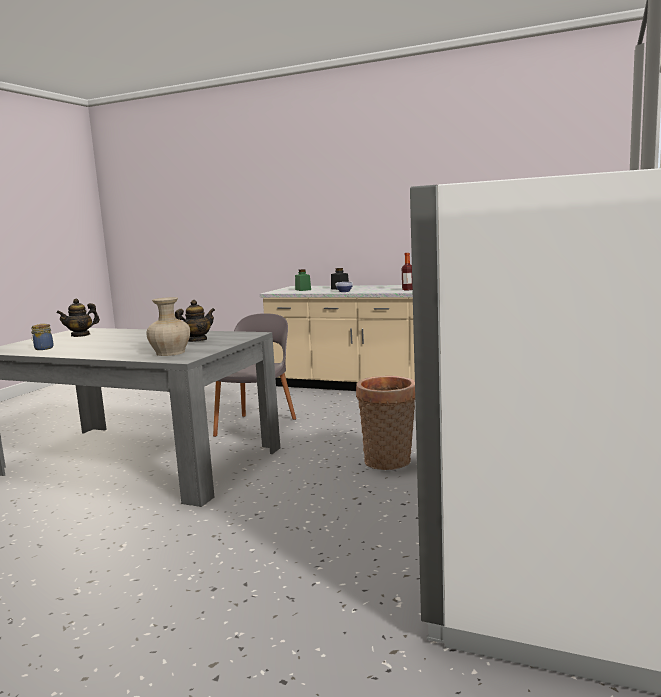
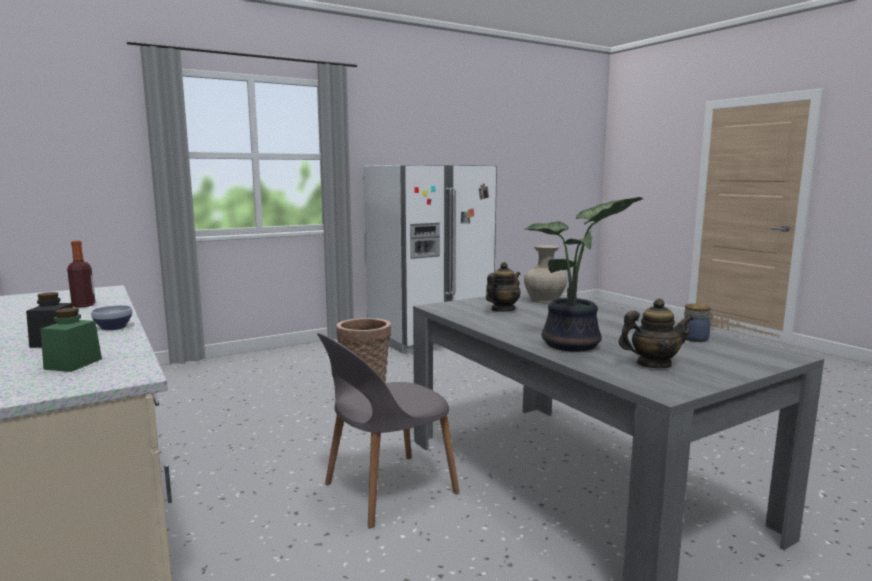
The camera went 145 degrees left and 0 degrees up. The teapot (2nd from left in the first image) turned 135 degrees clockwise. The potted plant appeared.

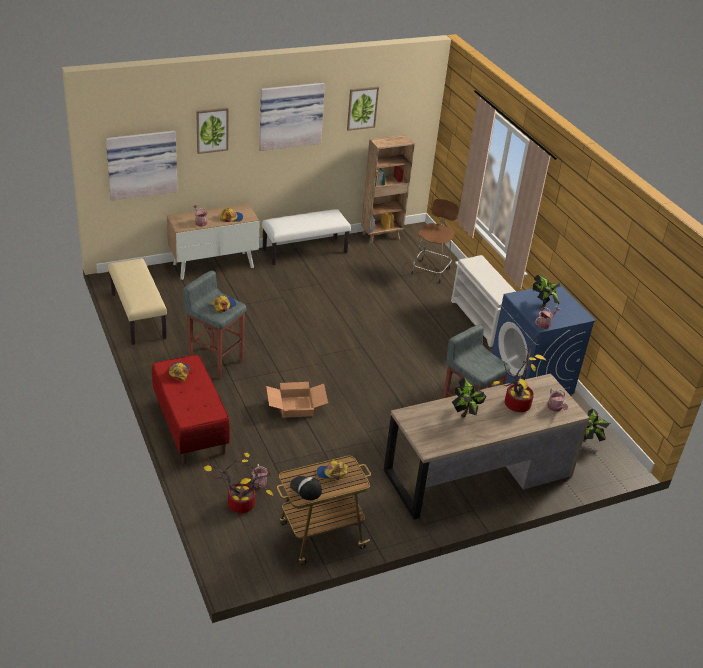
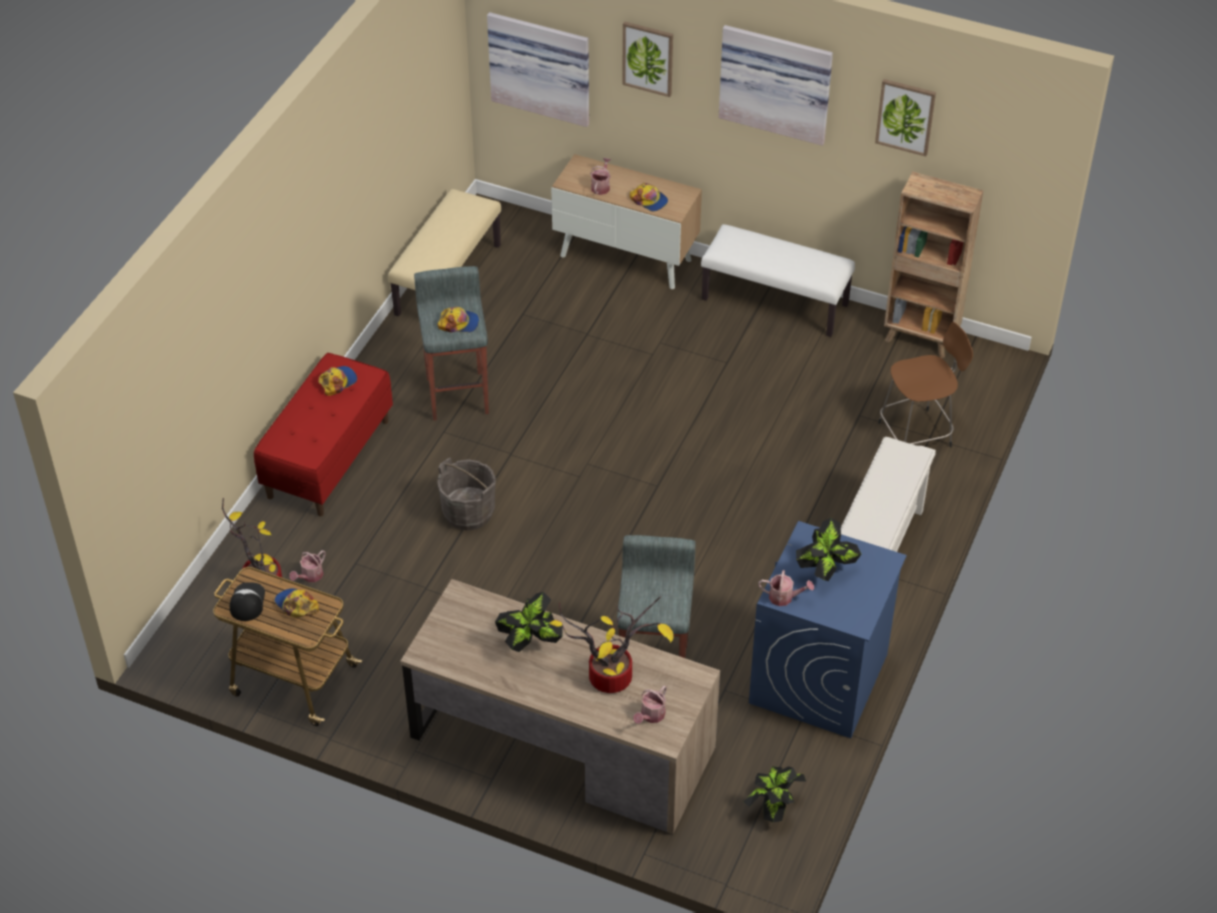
The camera went 50 degrees right and 10 degrees up. The cardboard box was replaced by the bucket (grey).

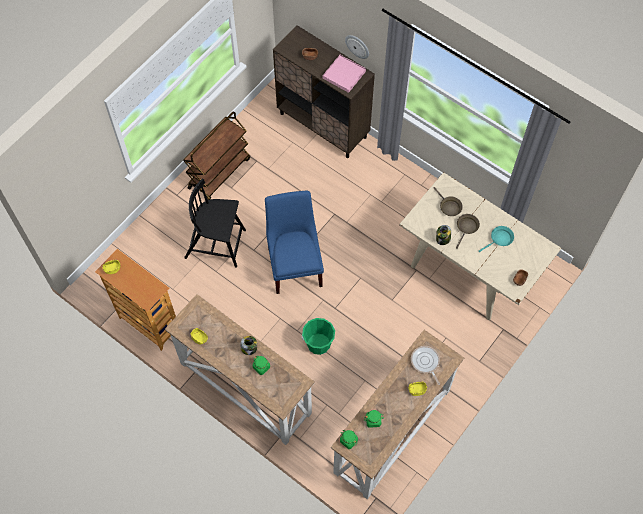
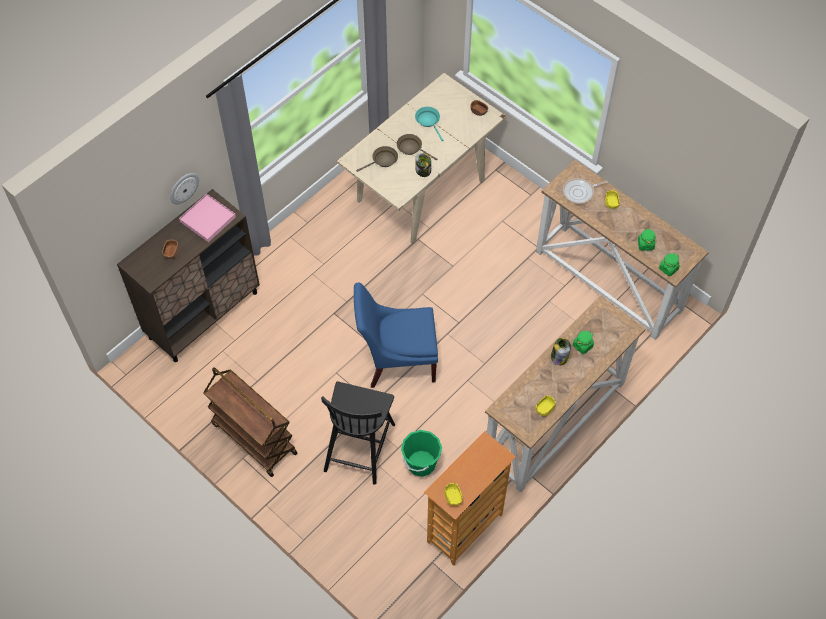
The camera went 85 degrees left and 5 degrees down. The bucket (green) moved.

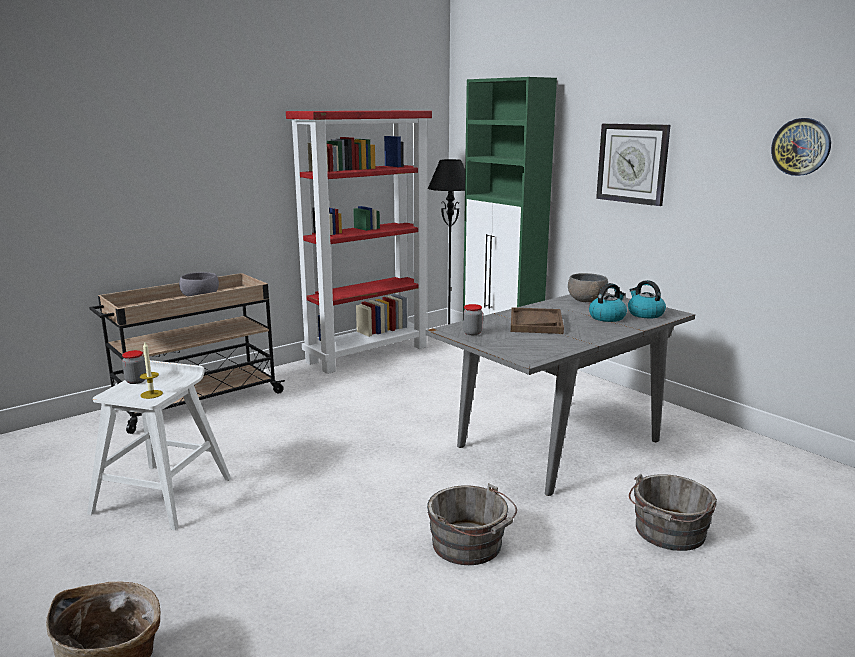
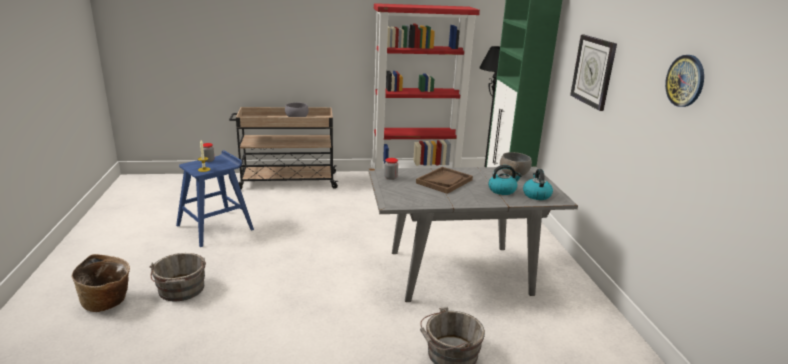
The camera went 30 degrees right and 5 degrees up. The stool (white) became the stool (blue). The bucket (grey) (1st from left) moved.

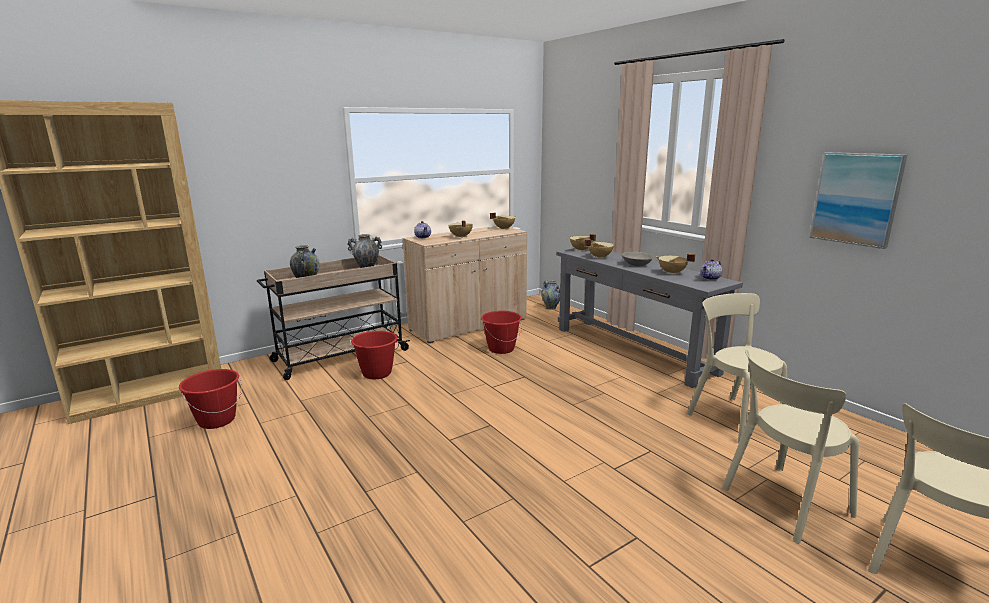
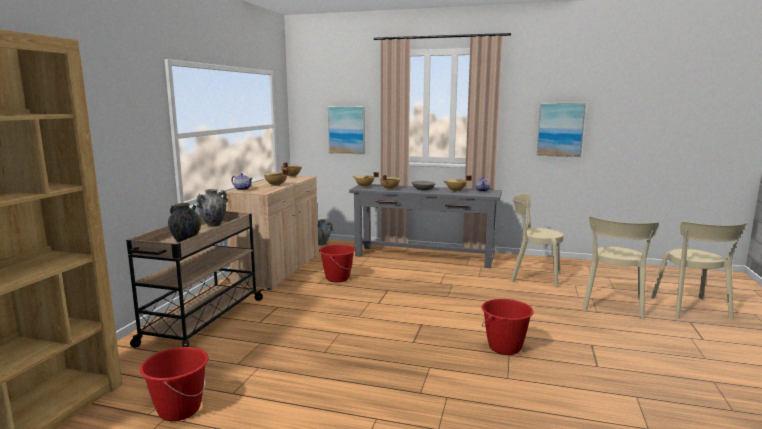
The camera went 40 degrees left and 5 degrees down. The bucket (red) (2nd from left in the first image) moved. The picture (1st from left) appeared.

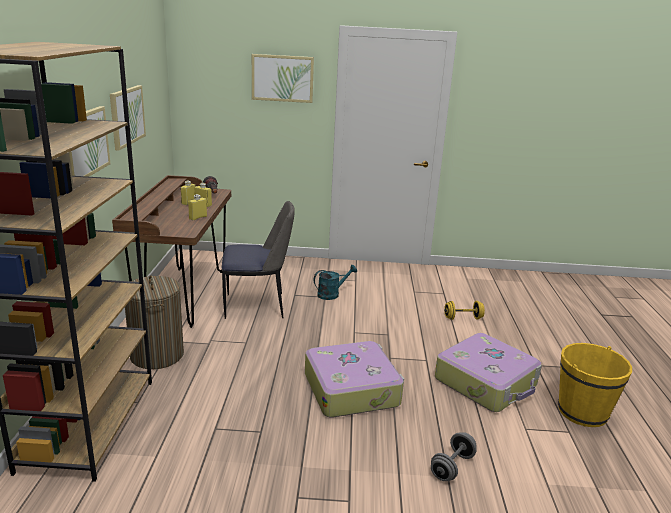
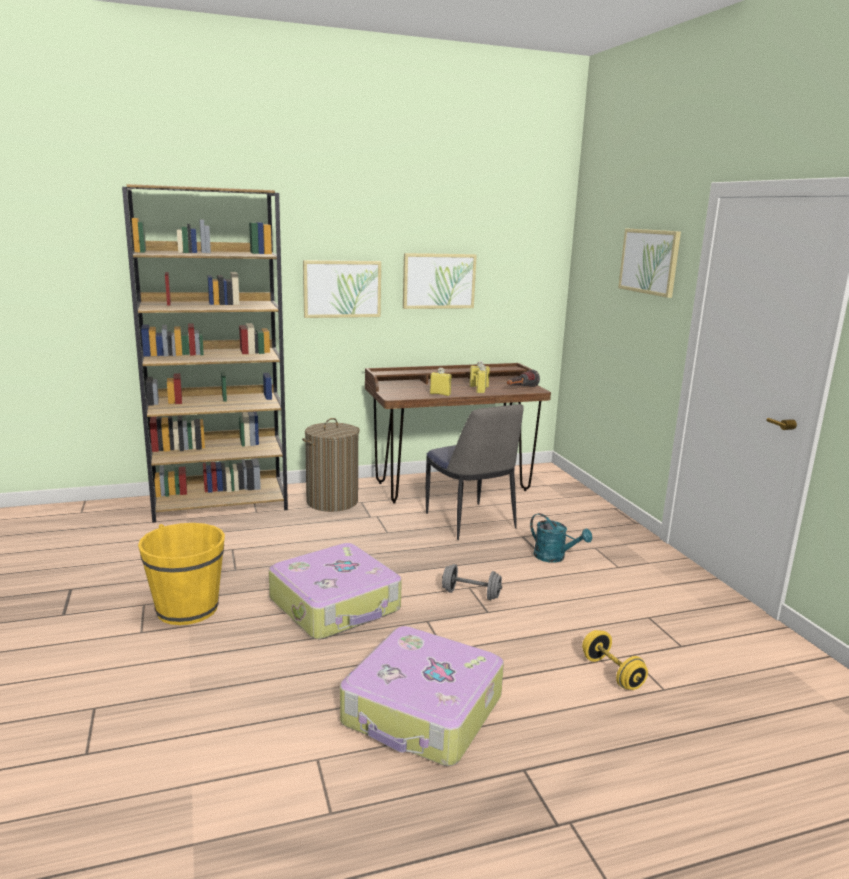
The camera went 70 degrees right and 5 degrees down. The bucket (yellow) moved. The dumbbell (grey) moved.

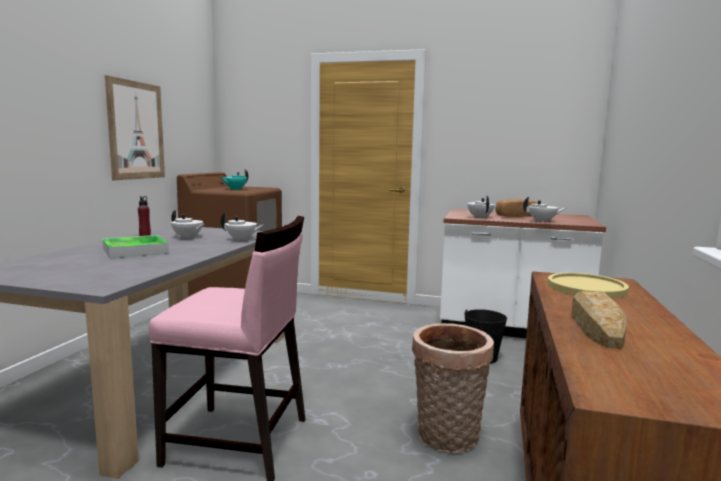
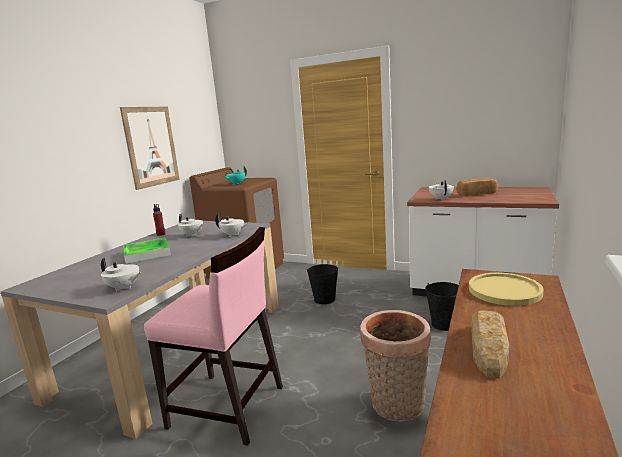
The camera went 10 degrees right and 5 degrees up. The teapot (white) (4th from left in the first image) moved. The bucket (black) (1st from left) appeared.

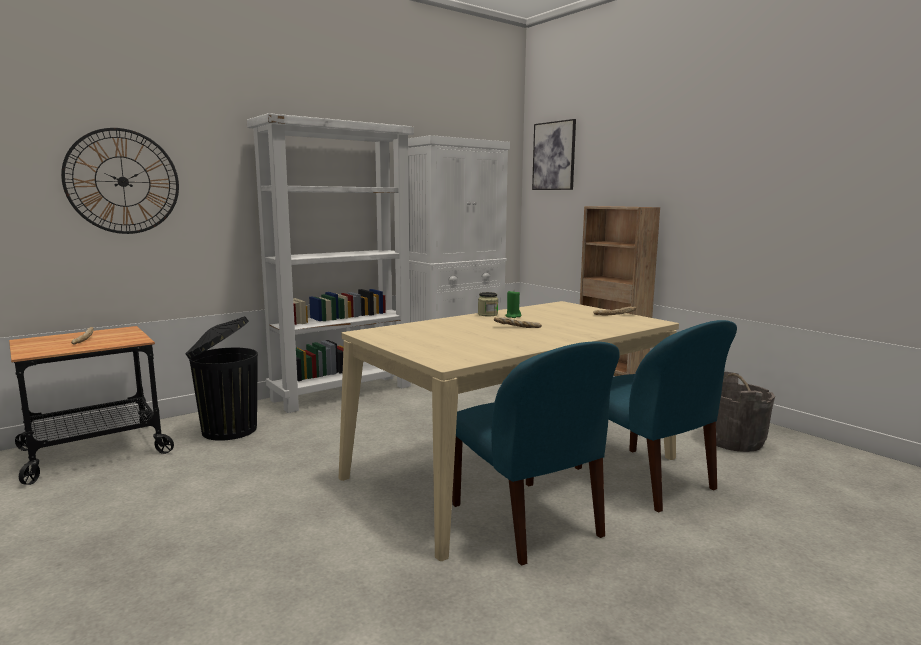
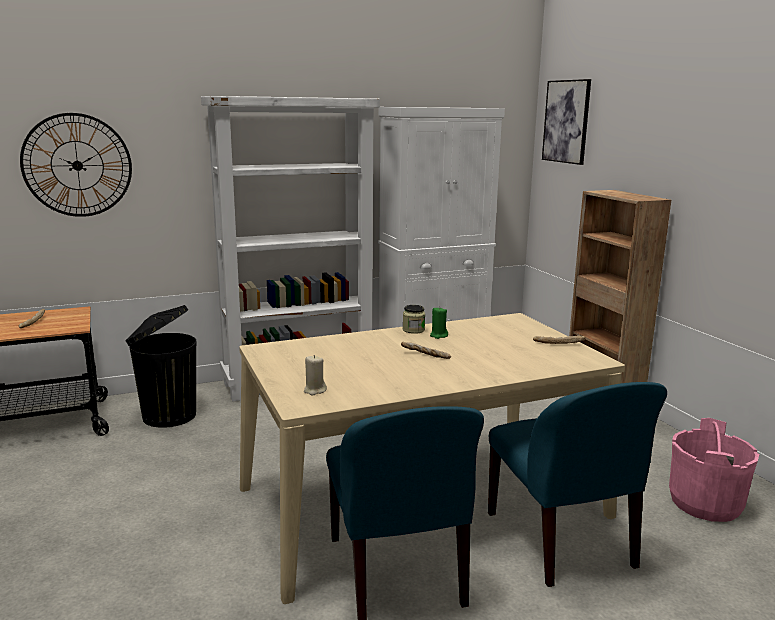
The camera went 15 degrees right and 5 degrees up. The bucket (grey) became the bucket (pink). The candle (beige) appeared.

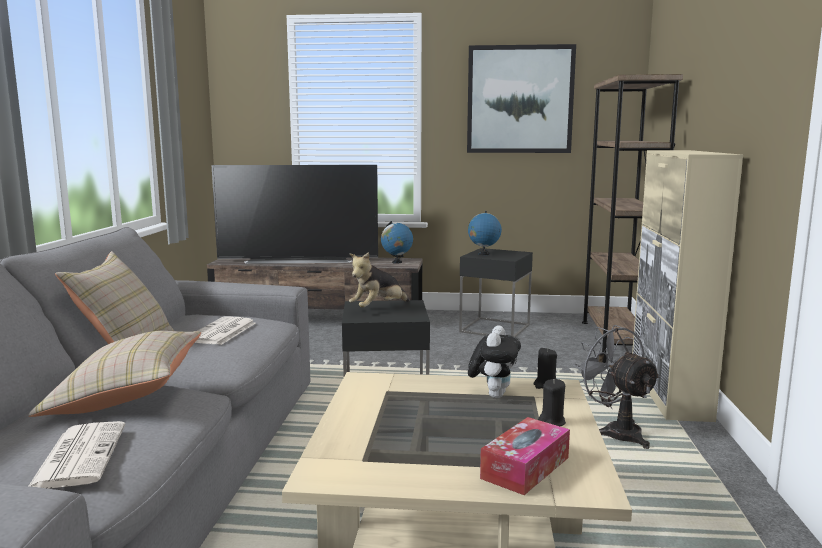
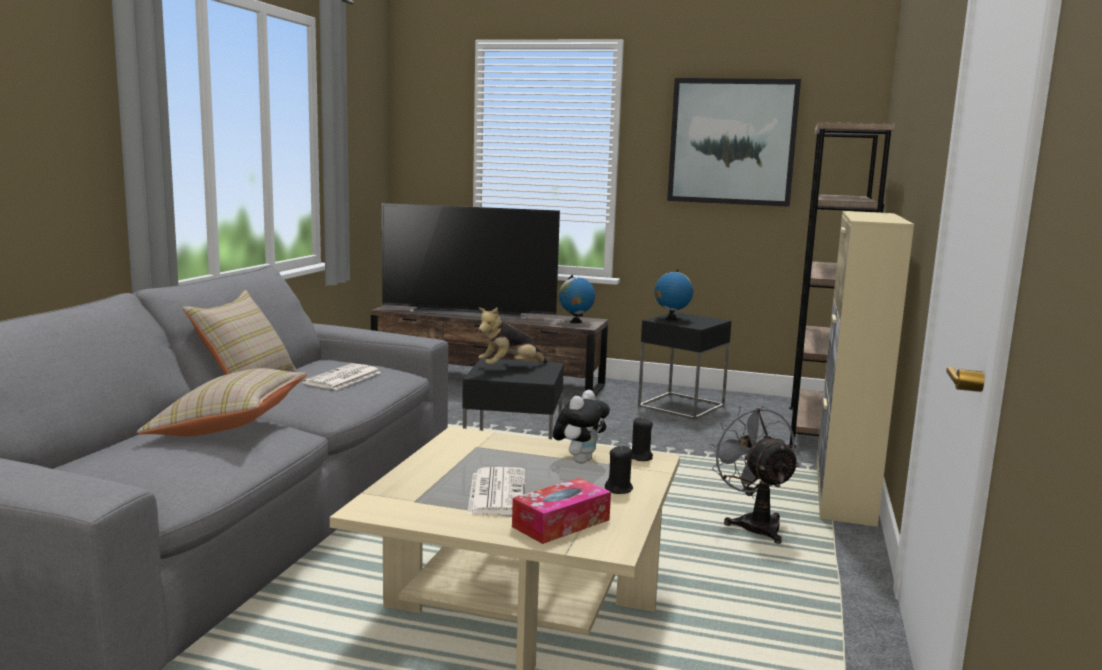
The camera went 10 degrees right and 0 degrees up. The newspaper (1st from left in the first image) moved.

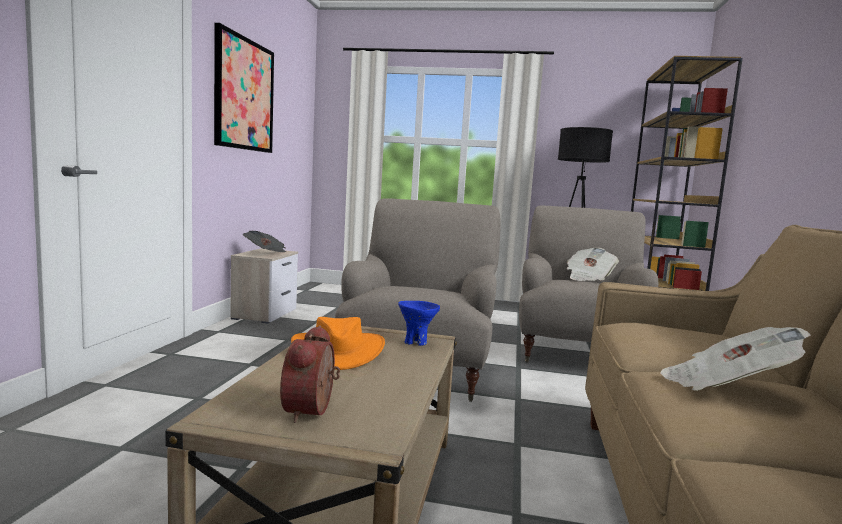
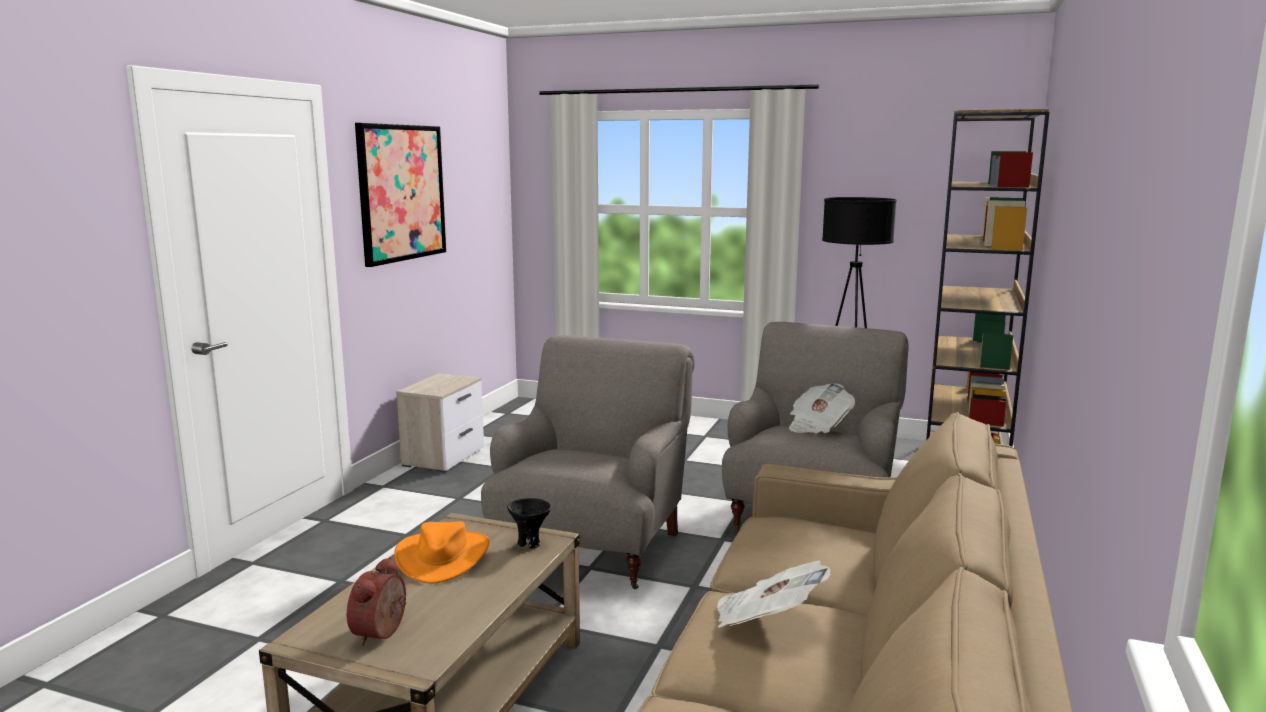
The camera went 10 degrees right and 5 degrees up. The newspaper (1st from left) disappeared. The bowl (blue) became the bowl (black).

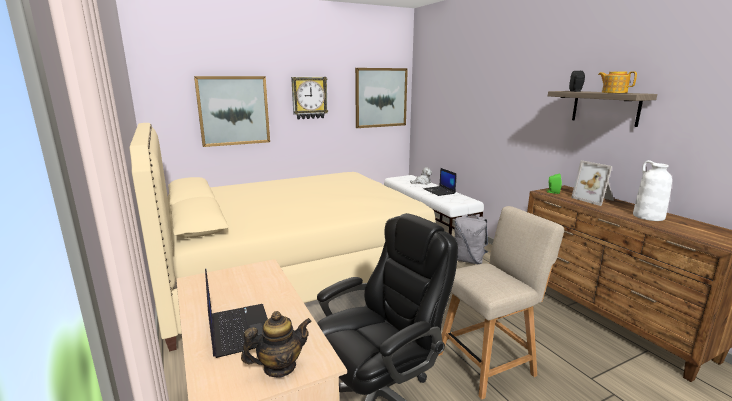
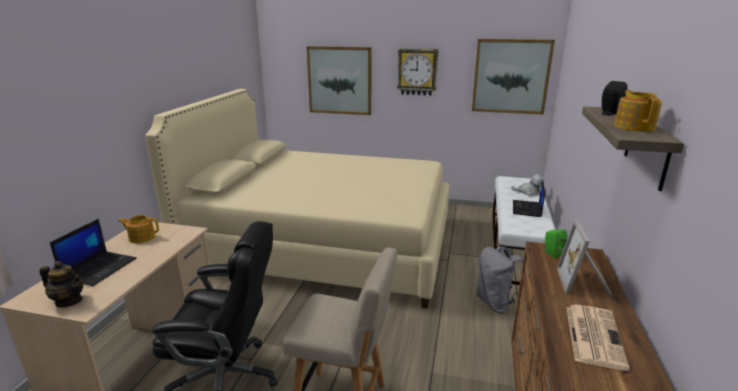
The camera went 40 degrees right and 5 degrees up. The vase (white) was replaced by the newspaper. The teapot (2nd from left) appeared.

